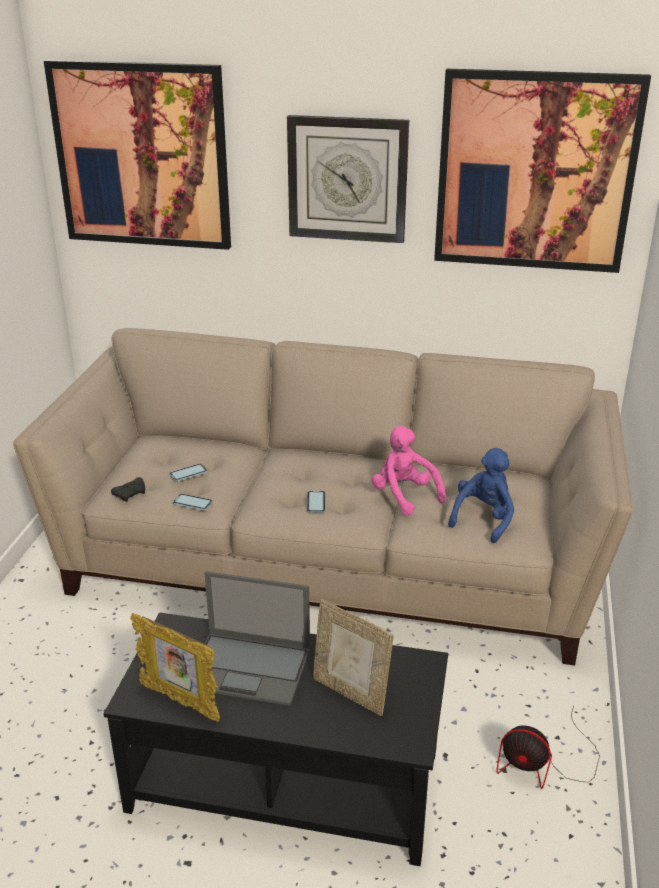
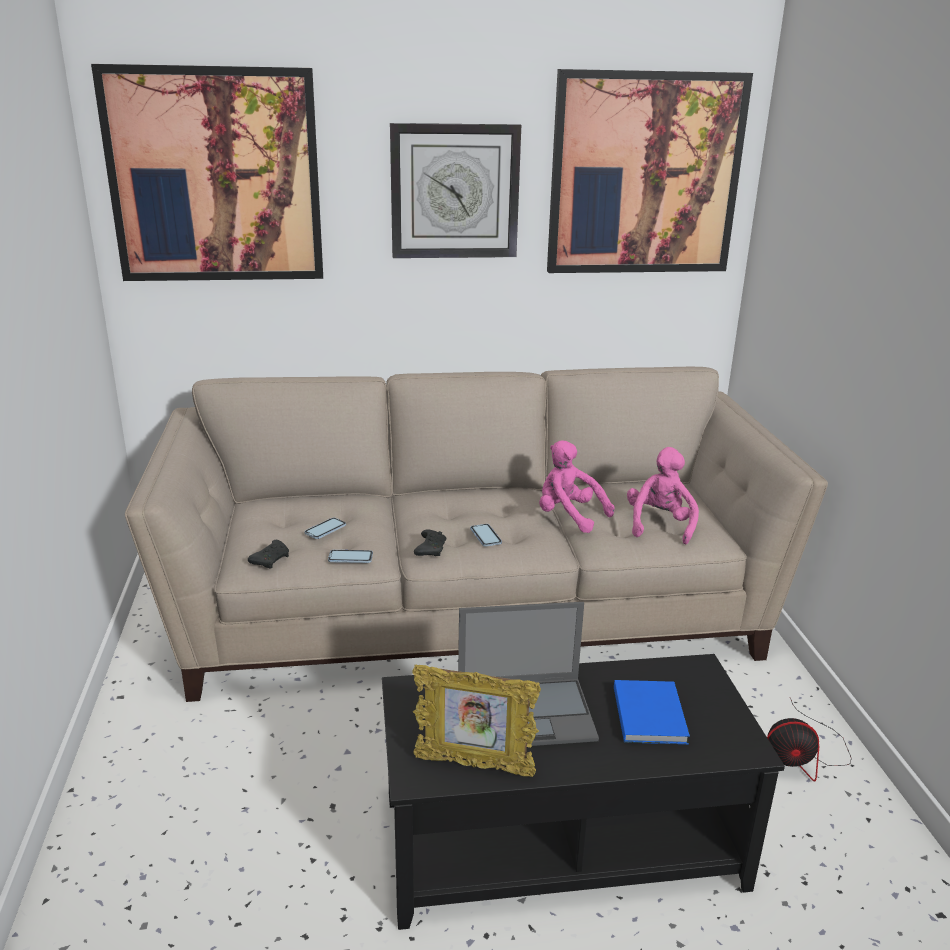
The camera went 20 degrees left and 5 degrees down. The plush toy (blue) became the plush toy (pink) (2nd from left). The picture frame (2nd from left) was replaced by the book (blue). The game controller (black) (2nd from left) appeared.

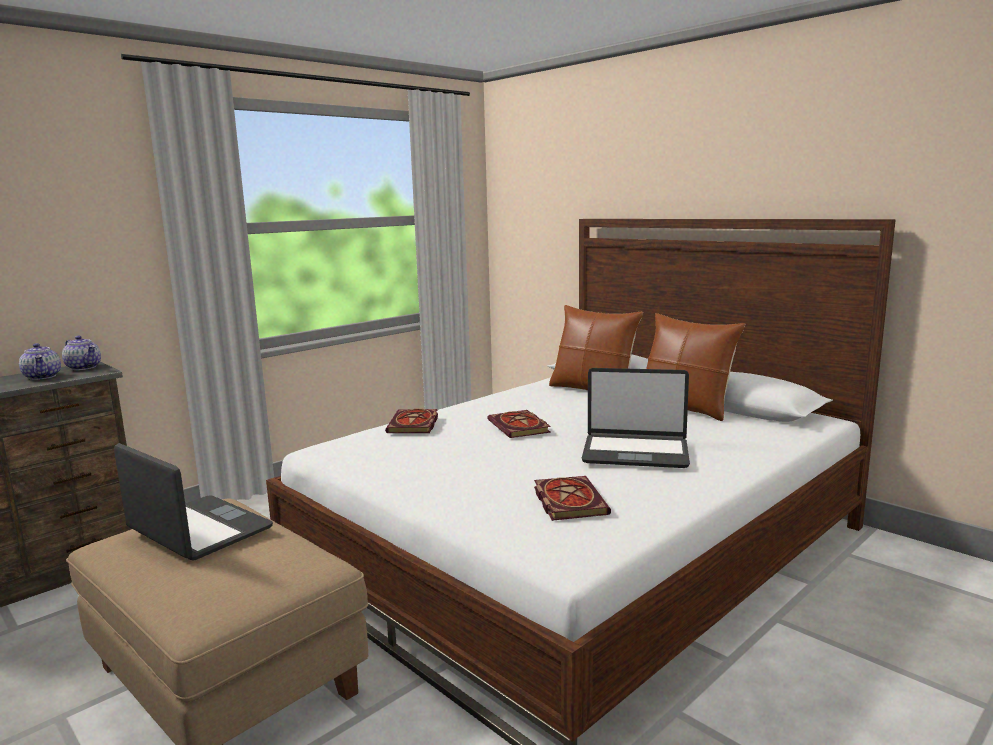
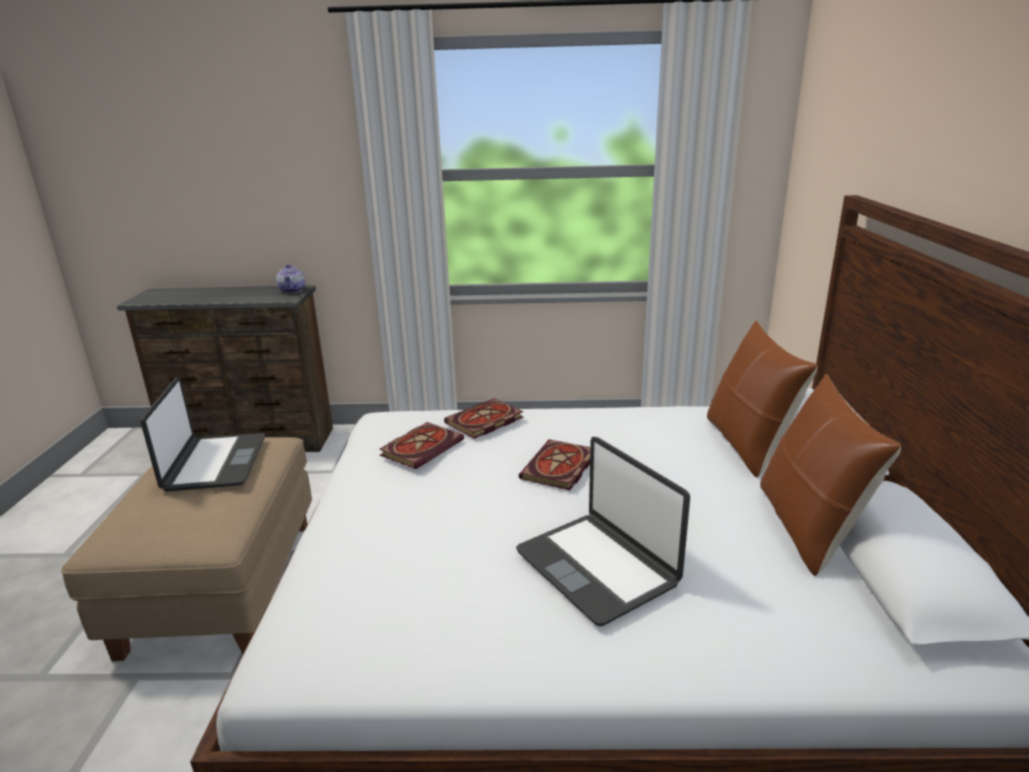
The camera went 45 degrees right and 10 degrees up. The teapot (1st from left) disappeared. The book (3rd from left in the first image) moved.

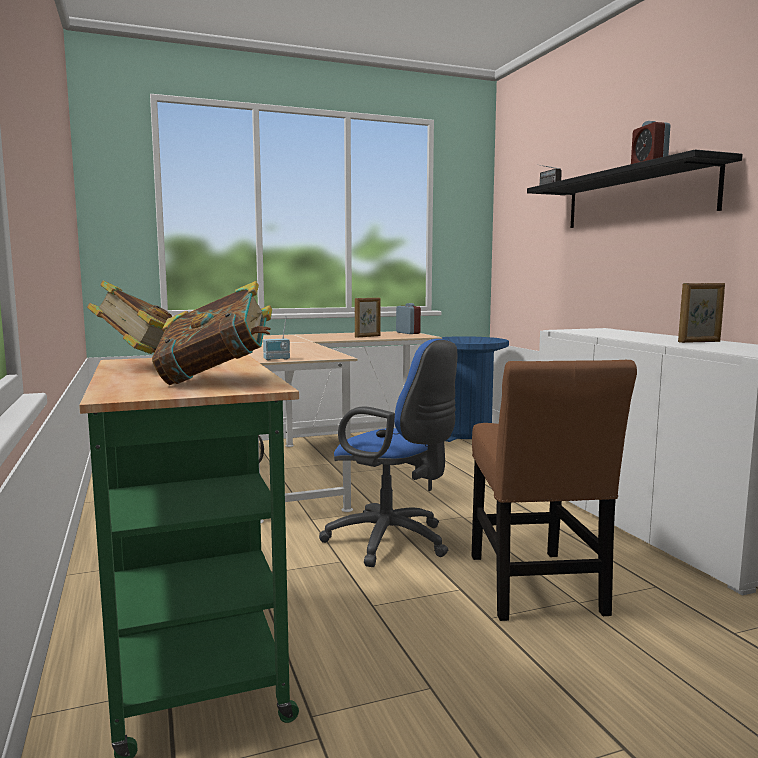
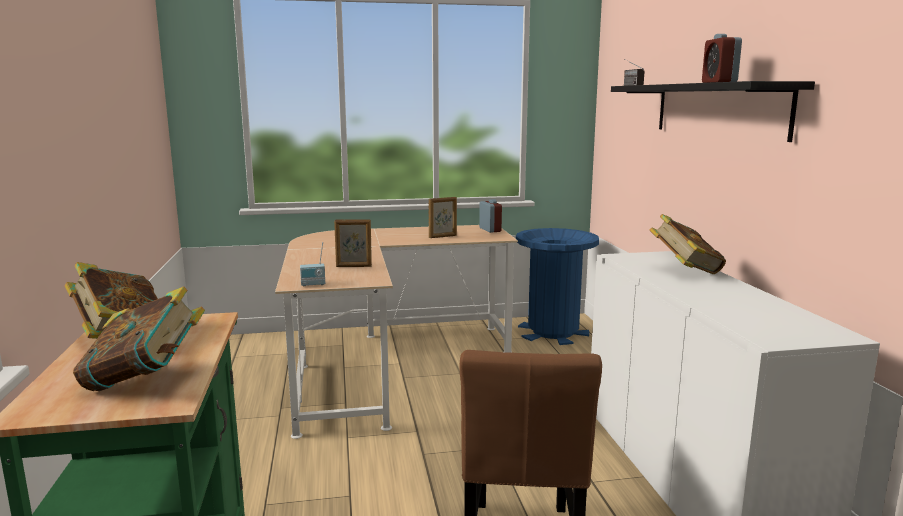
The camera went 10 degrees right and 5 degrees up. The picture frame (2nd from left in the first image) moved. The office chair (blue) disappeared. The book (3rd from left) appeared.

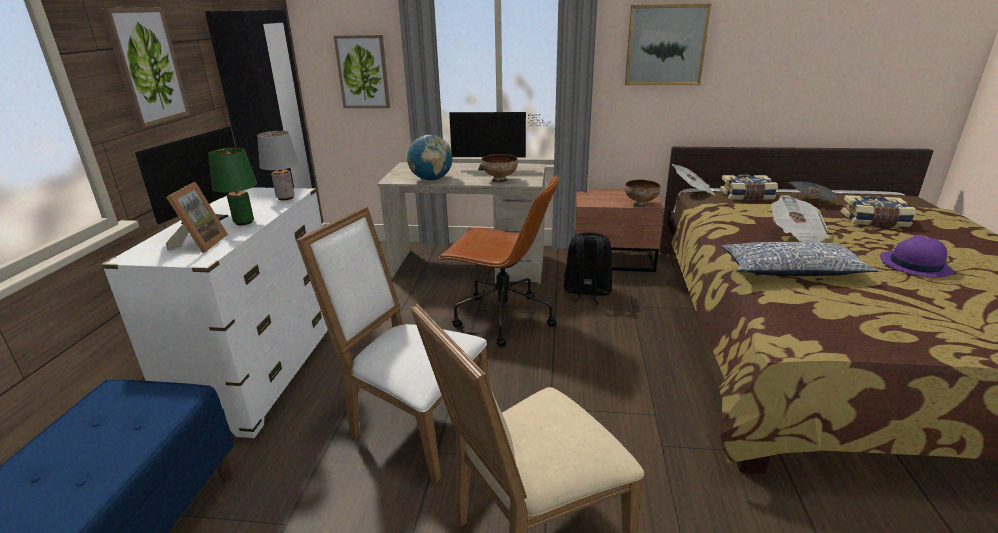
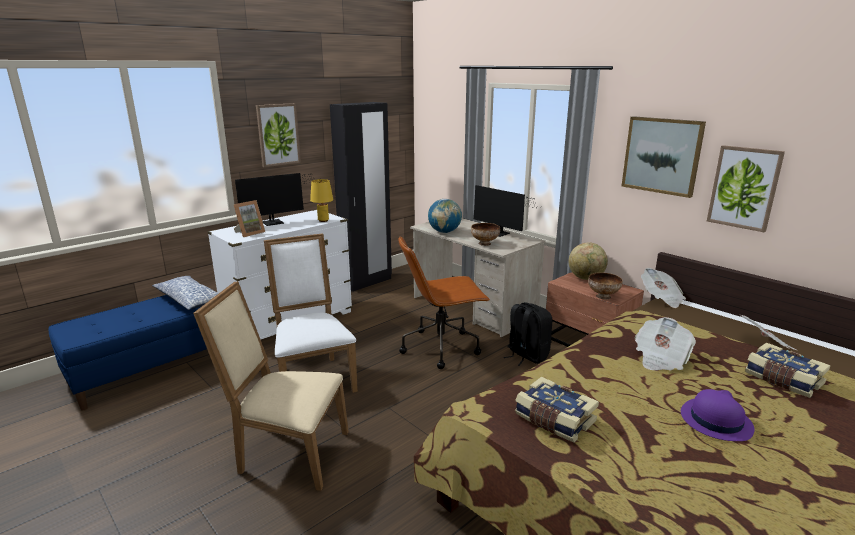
The camera went 40 degrees right and 5 degrees down. The picture (2nd from left in the first image) moved. The table lamp (grey) became the table lamp (yellow). The table lamp (green) disappeared. The office chair (brown) turned 105 degrees clockwise. The book (1st from left) moved. The pillow moved. The globe (2nd from left) appeared.

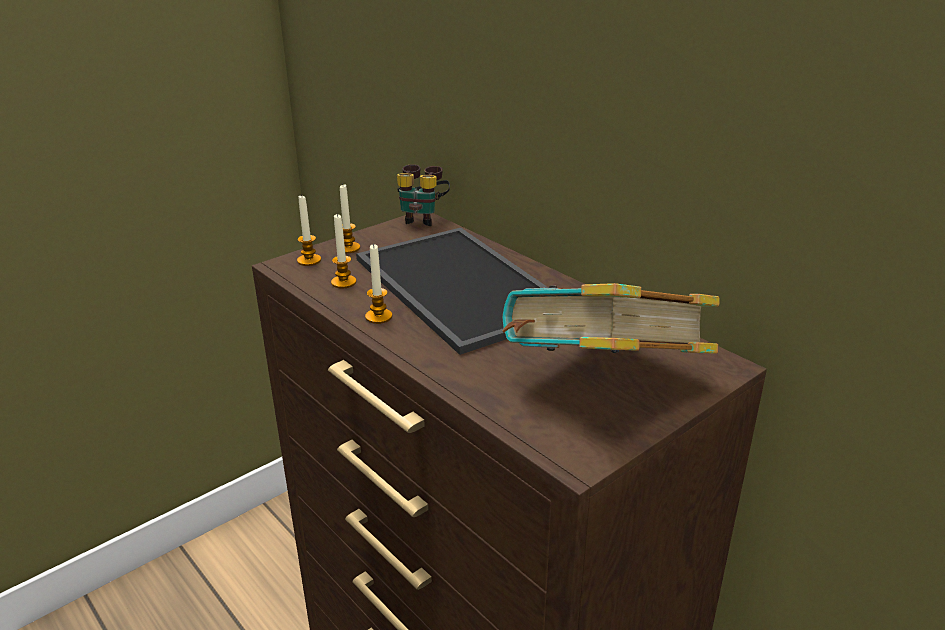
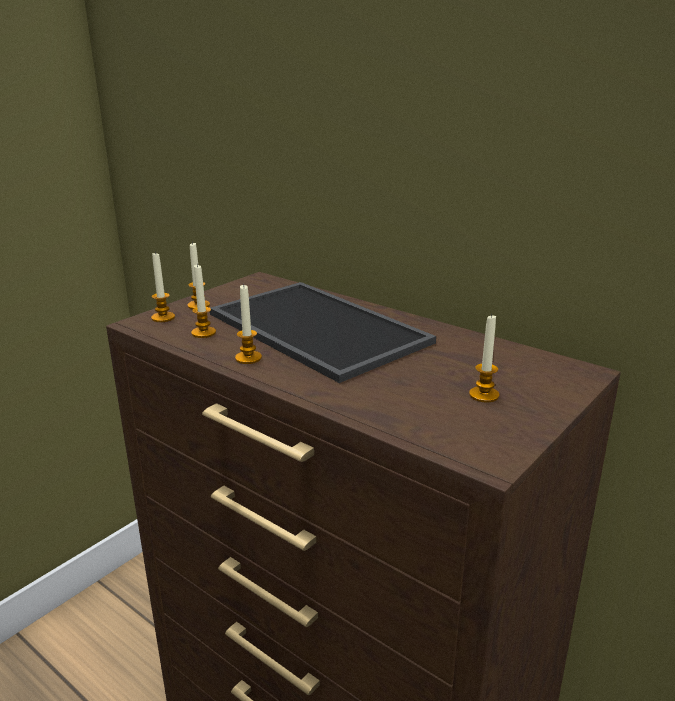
The camera went 10 degrees left and 5 degrees down. The binoculars disappeared. The book was replaced by the candle (5th from left).

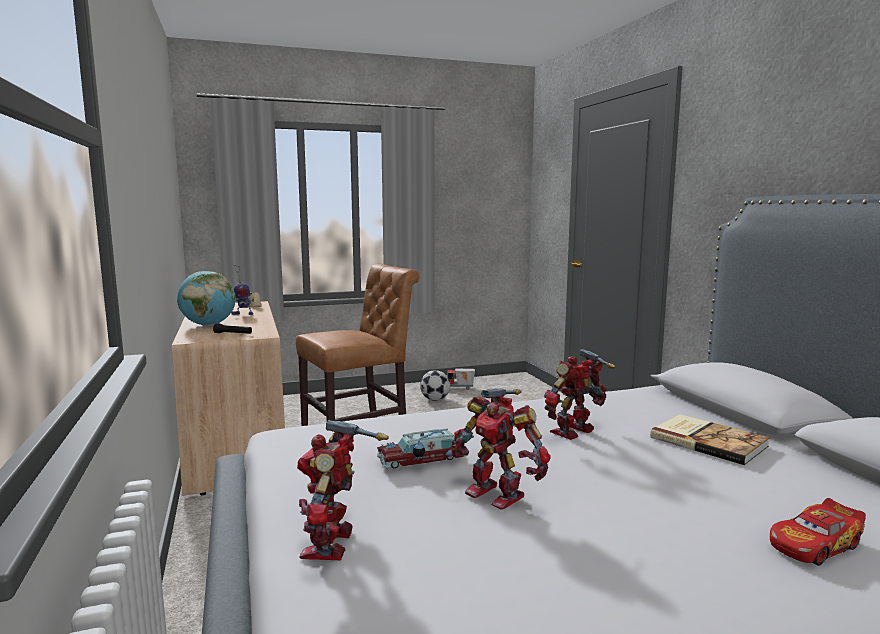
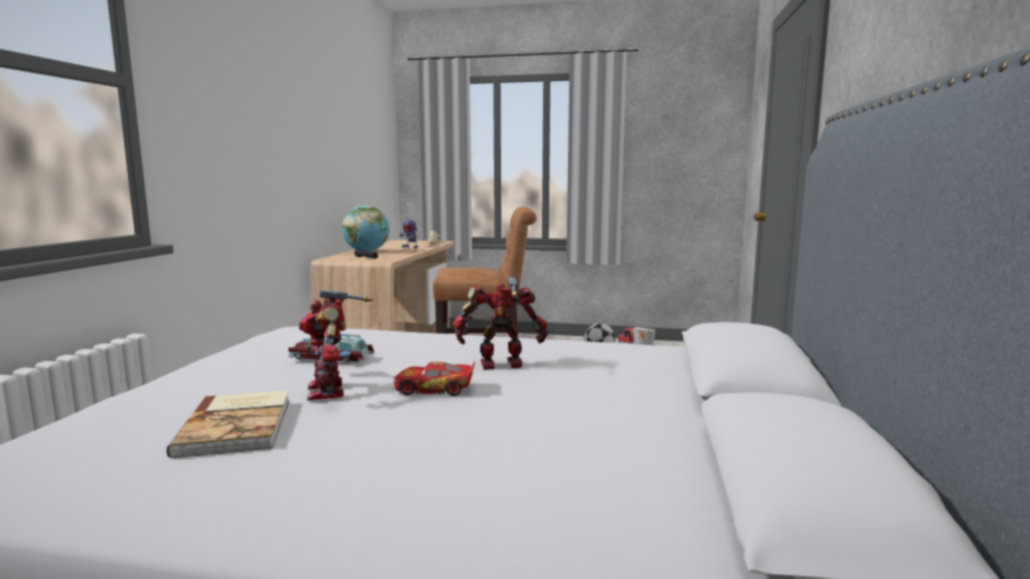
The camera went 30 degrees right and 0 degrees up. The book moved. The toy robot (2nd from left) disappeared. The toy car (2nd from left) moved.

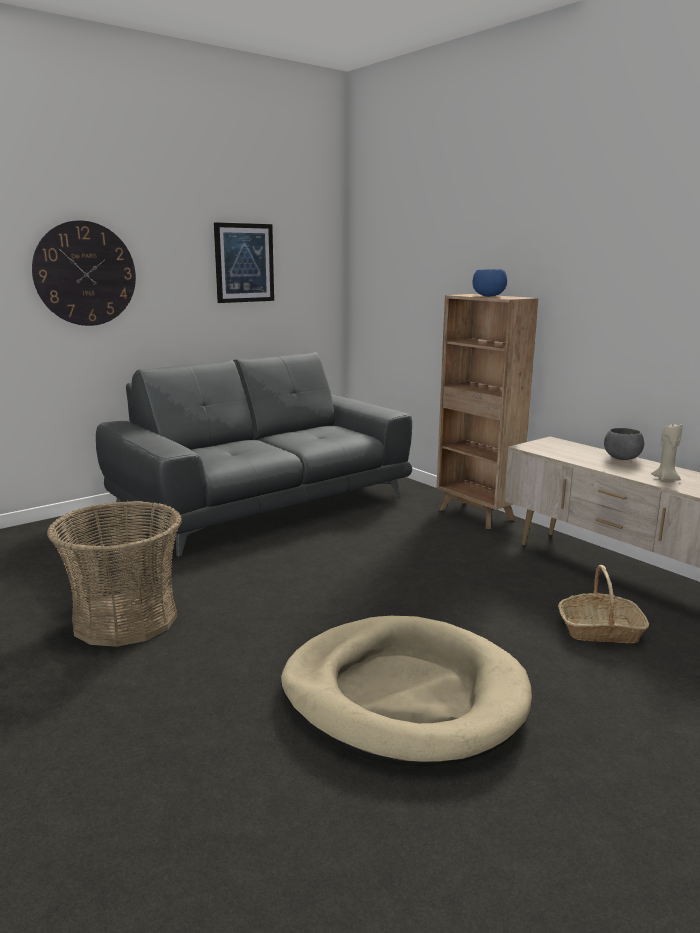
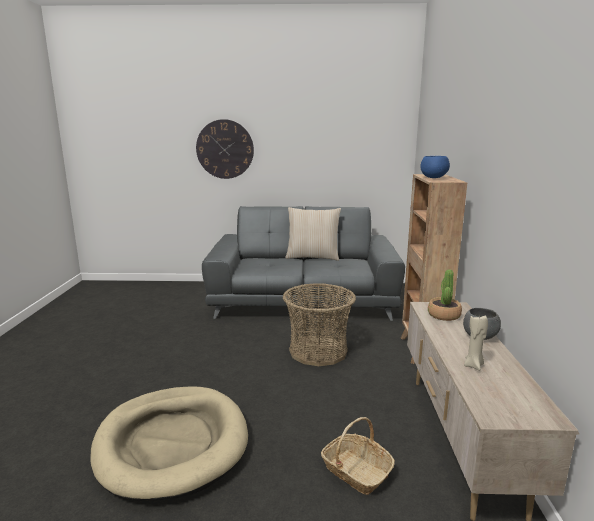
The camera went 40 degrees right and 0 degrees up. The picture disappeared. The basket (1st from left) moved. The pillow (beige) appeared. The potted plant appeared.

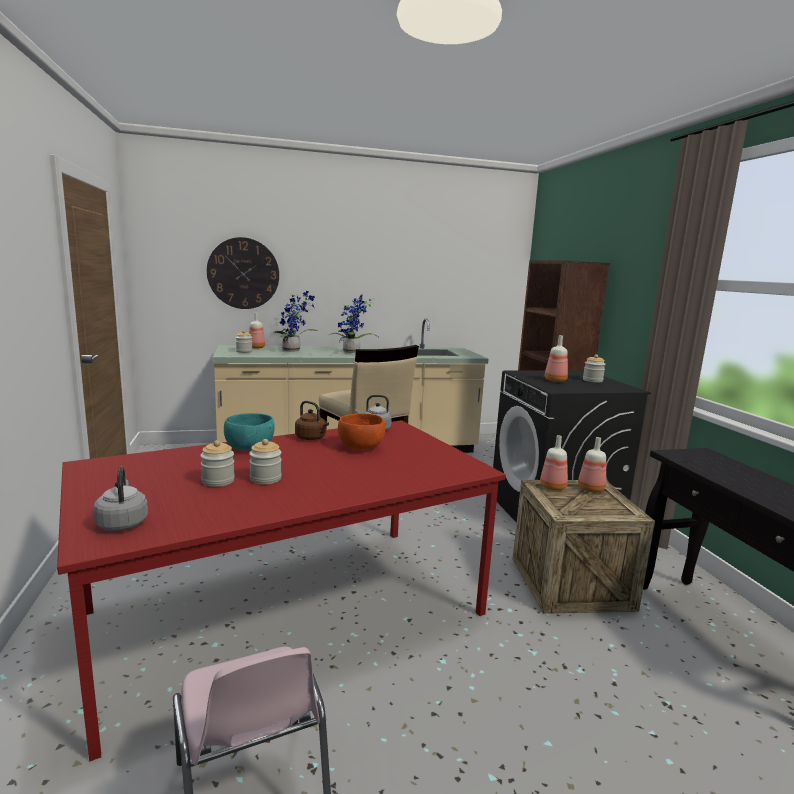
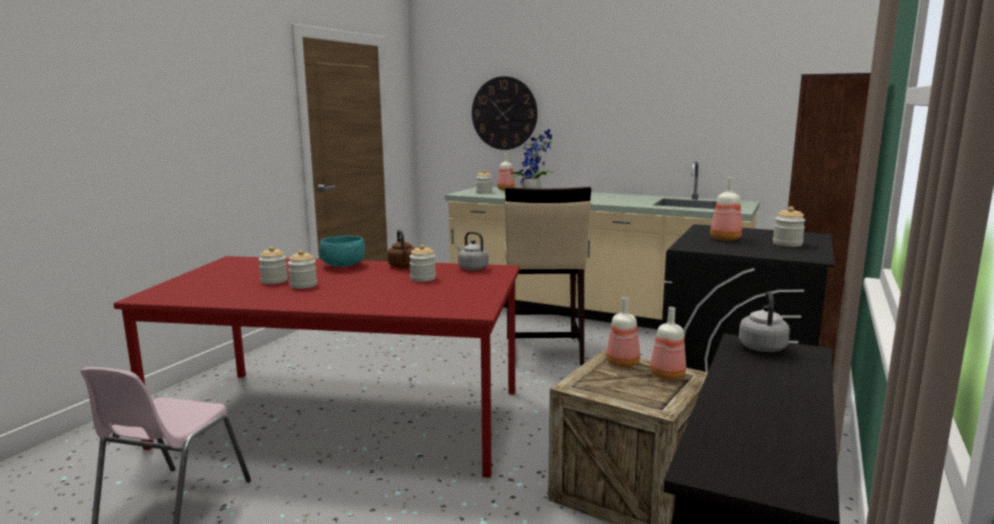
The camera went 40 degrees right and 0 degrees up. The potted plant (2nd from left) disappeared. The bowl (orange) was replaced by the jar (3rd from left). The kettle (grey) (1st from left in the first image) moved.

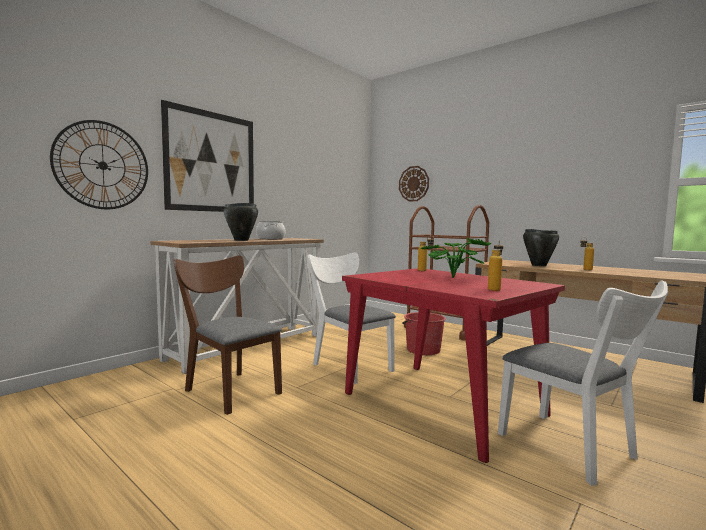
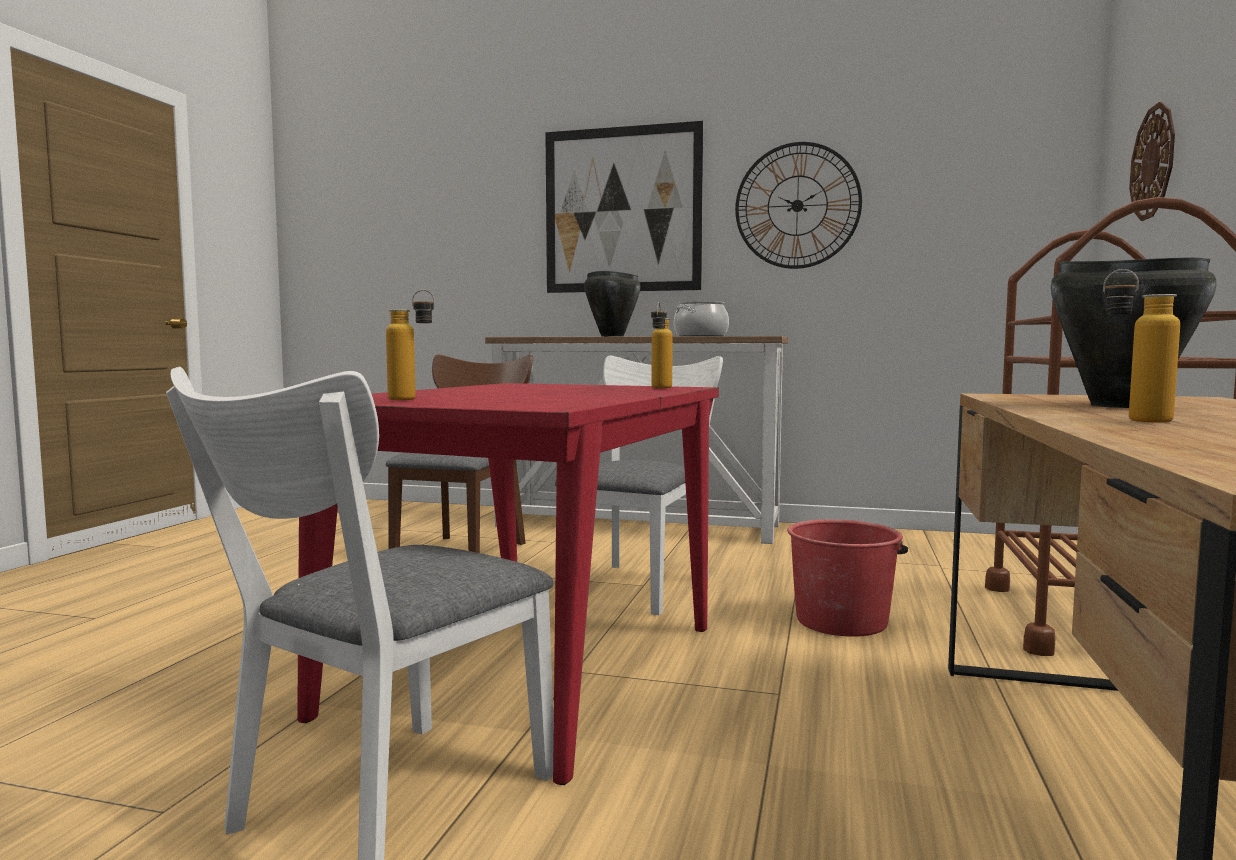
The camera went 65 degrees right and 0 degrees up. The wall clock (1st from left) moved. The potted plant disappeared.

